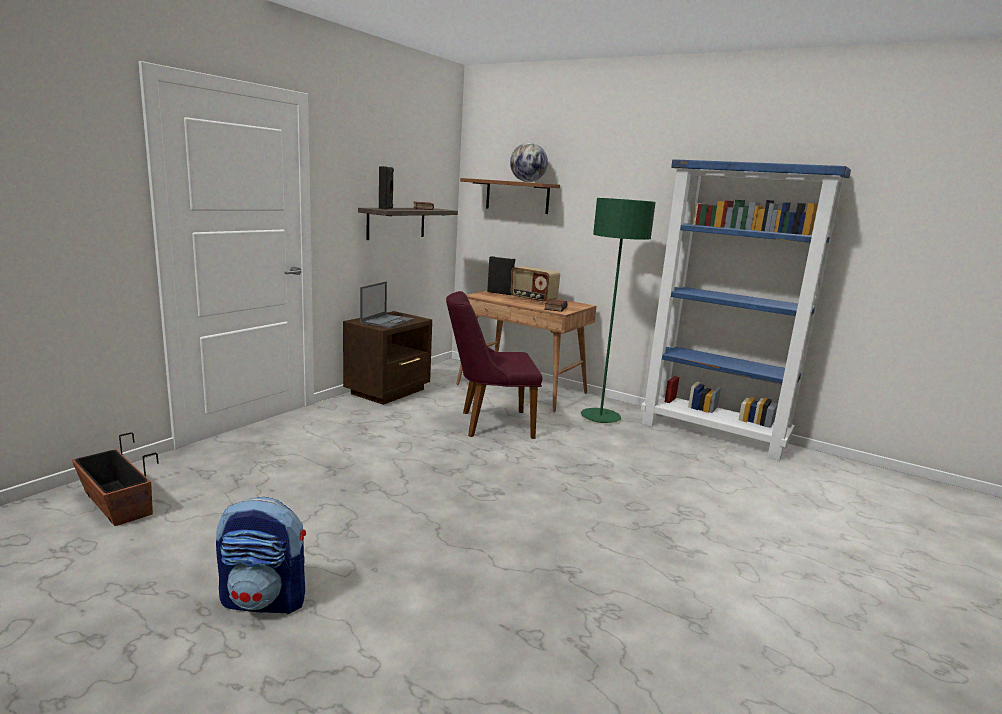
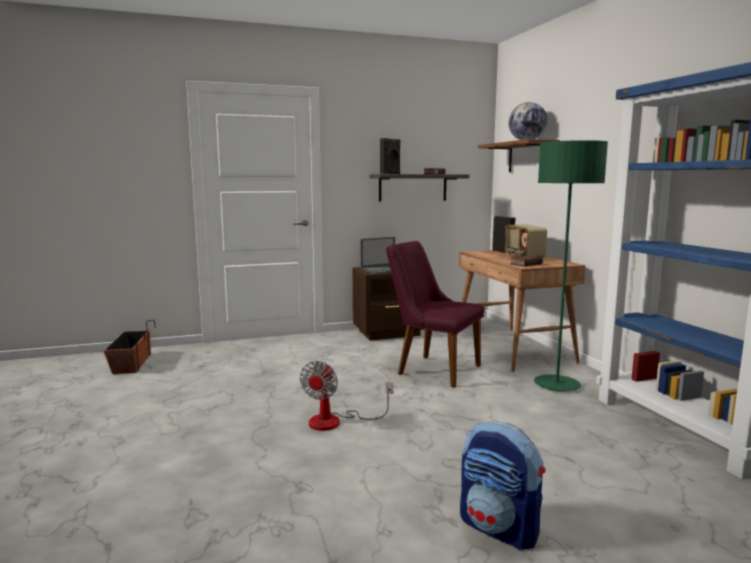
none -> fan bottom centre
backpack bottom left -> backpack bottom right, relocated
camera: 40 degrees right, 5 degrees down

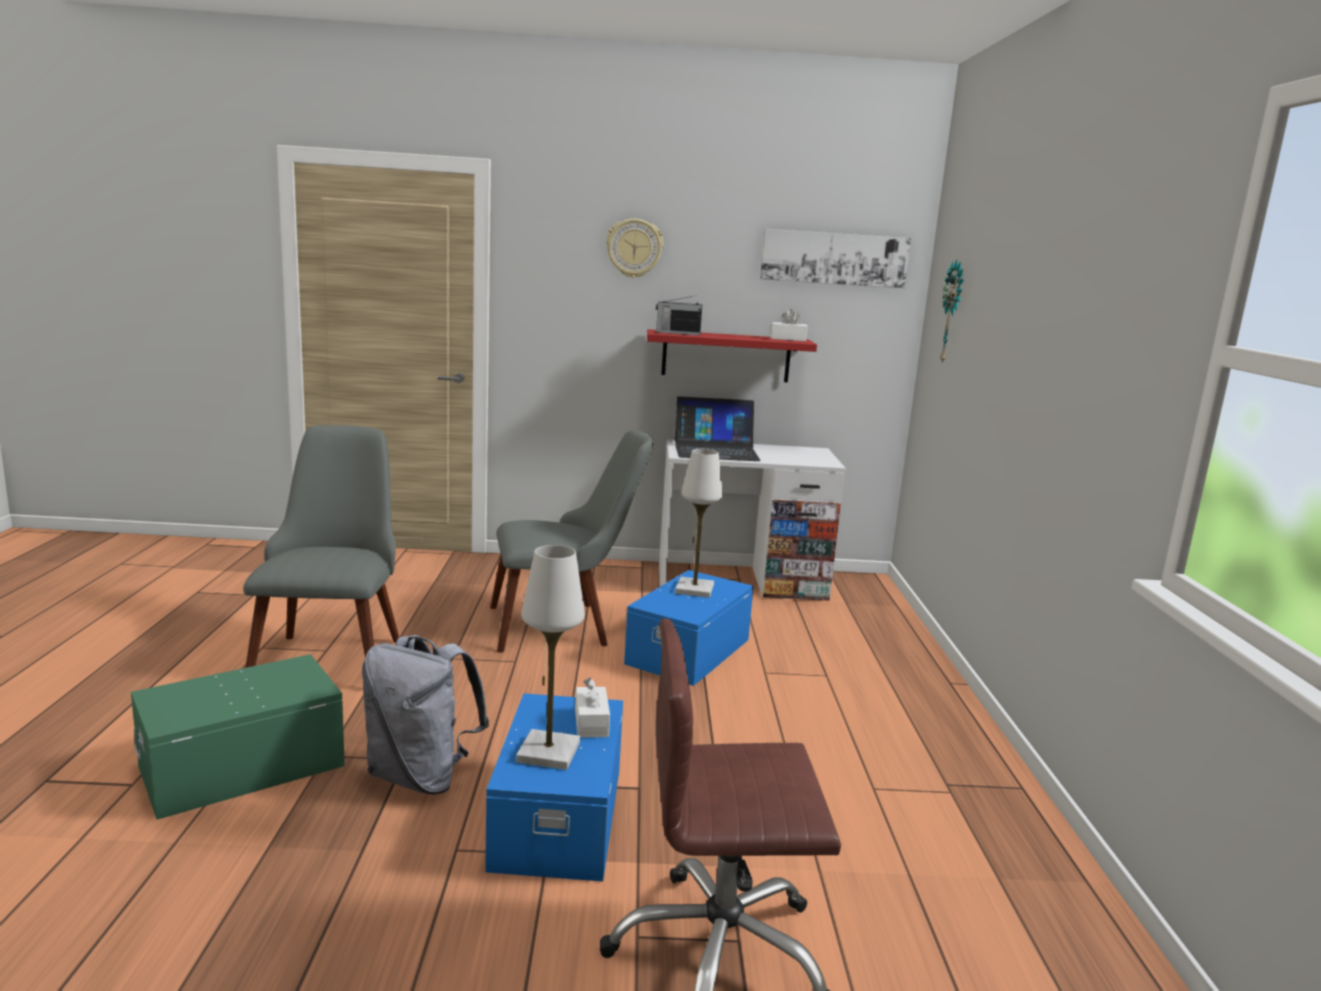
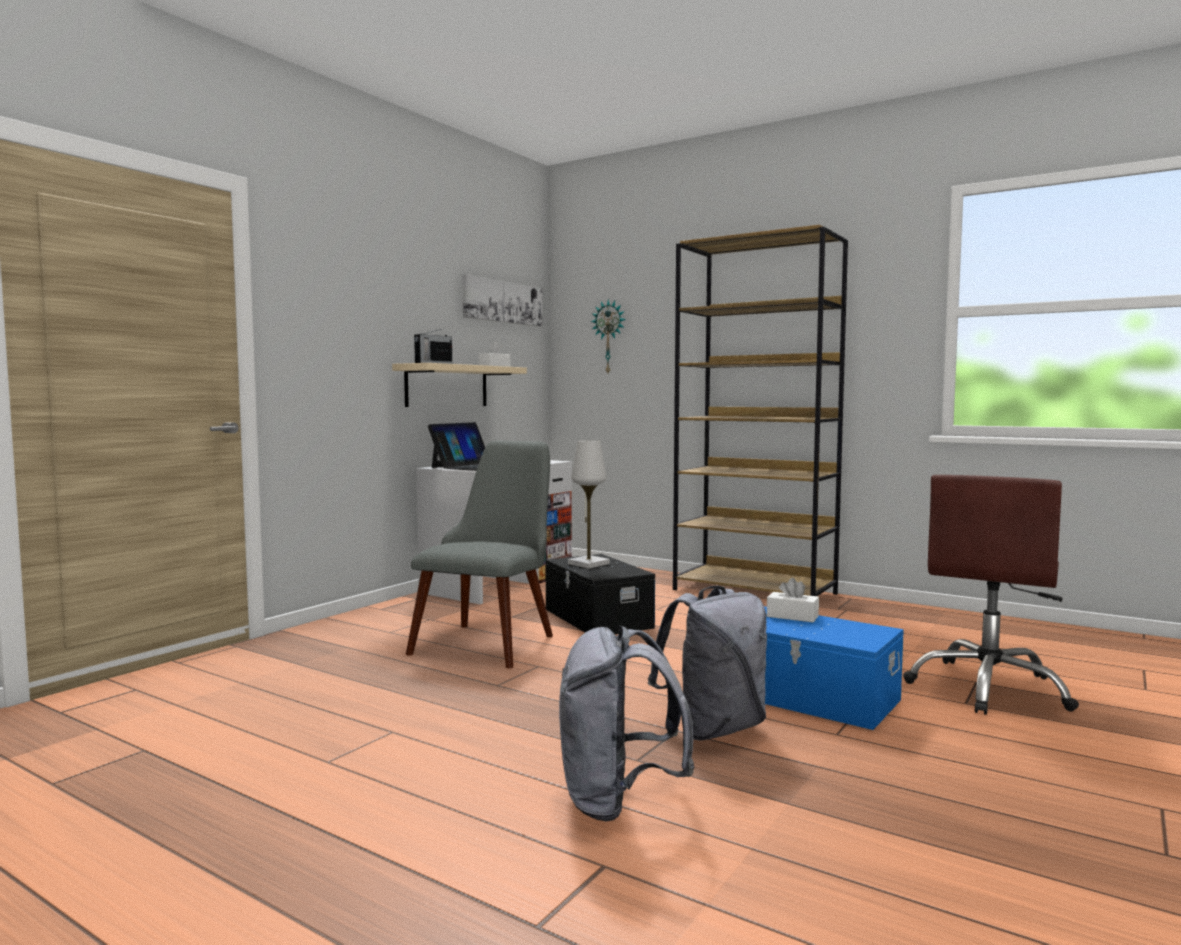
grey chair (no. 1 from left) middle left -> none
white table lamp (no. 1 from left) centre -> none
wall clock (no. 1 from left) top centre -> none
none -> brown bookcase centre
green storage box bottom left -> grey backpack (no. 1 from left) bottom centre
blue storage box (no. 2 from left) centre -> black storage box centre
red shelf centre -> beige shelf centre
camera: 55 degrees left, 10 degrees down

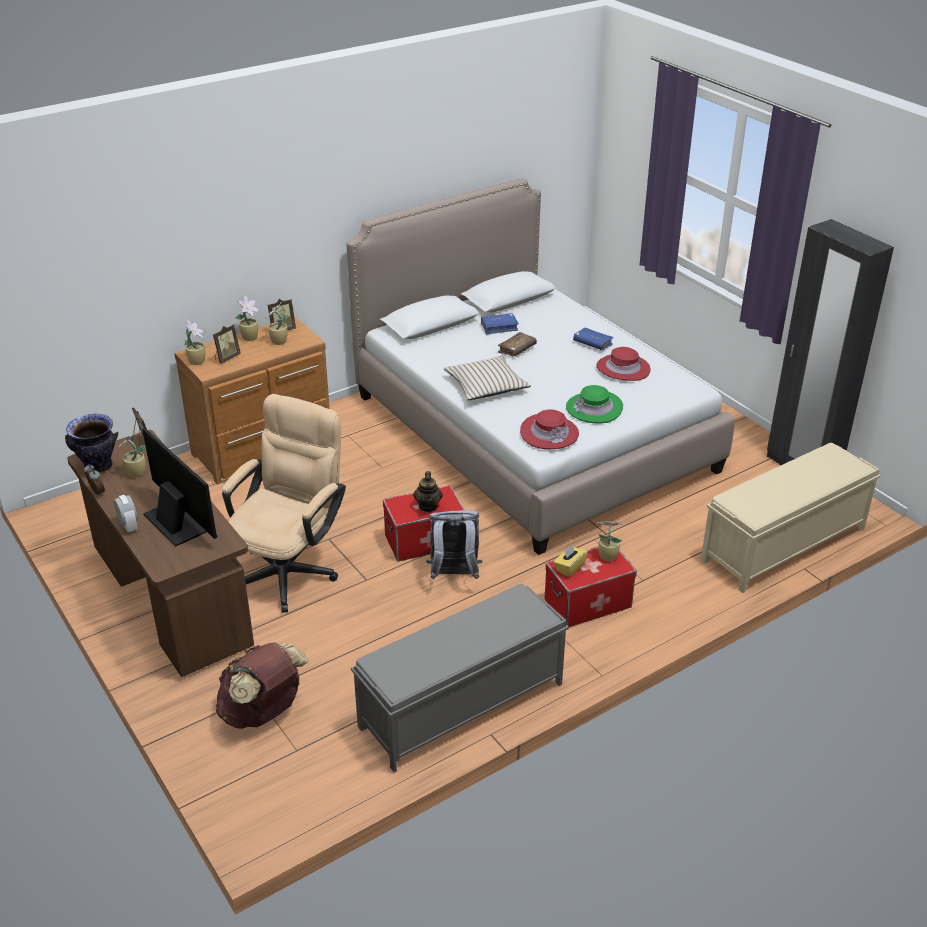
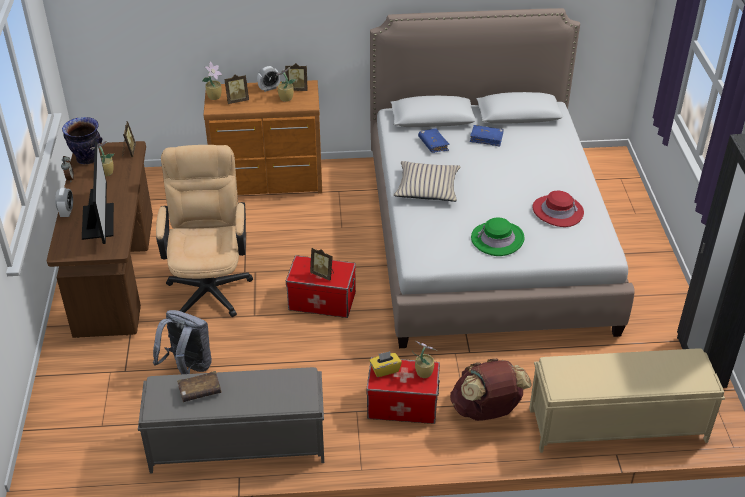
red hat (no. 1 from left) centre -> none
brown backpack bottom left -> brown backpack bottom centre, relocated
grey backpack centre -> grey backpack bottom left, relocated
brown book centre -> brown book bottom left, relocated
blue book (no. 2 from left in the first image) centre -> blue book (no. 1 from left) top centre, relocated
potted plant (no. 3 from left) middle left -> alarm clock (no. 3 from left) top centre
teapot centre -> picture frame (no. 4 from left) centre
beige office chair middle left, 60 degrees counterclockwise
camera: 30 degrees right, 5 degrees up

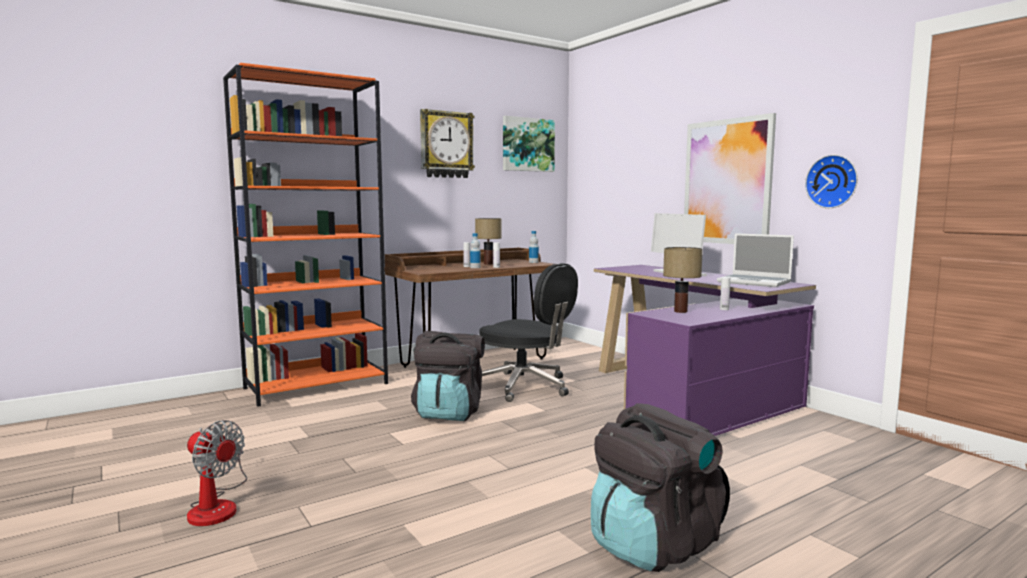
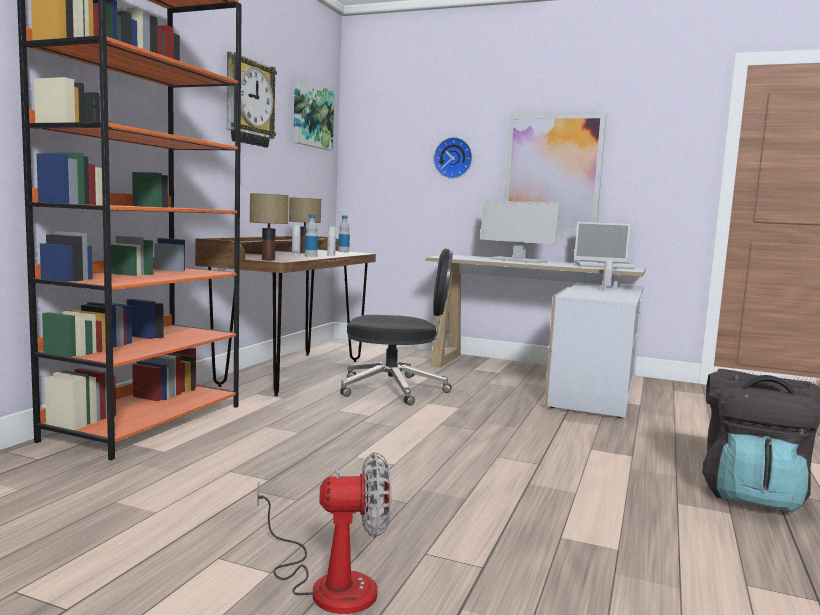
black backpack (no. 1 from left) centre -> none
table lamp (no. 2 from left in the first image) centre -> table lamp (no. 1 from left) middle left, relocated
wall clock (no. 2 from left) top right -> wall clock (no. 2 from left) top centre, relocated
purple desk middle right -> white desk centre
camera: 35 degrees left, 0 degrees up

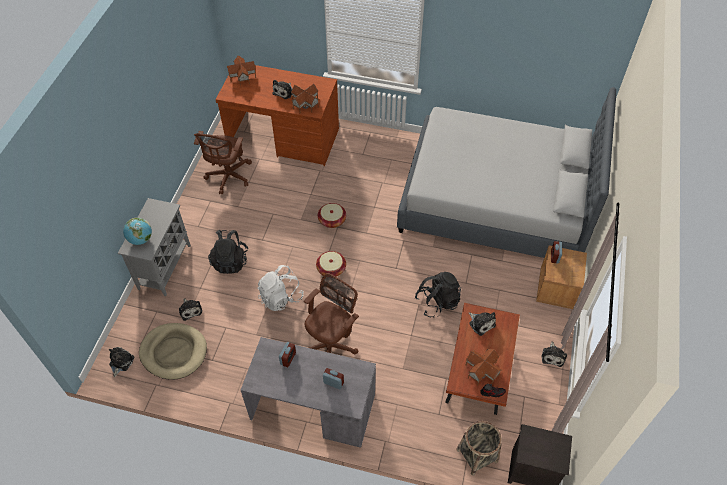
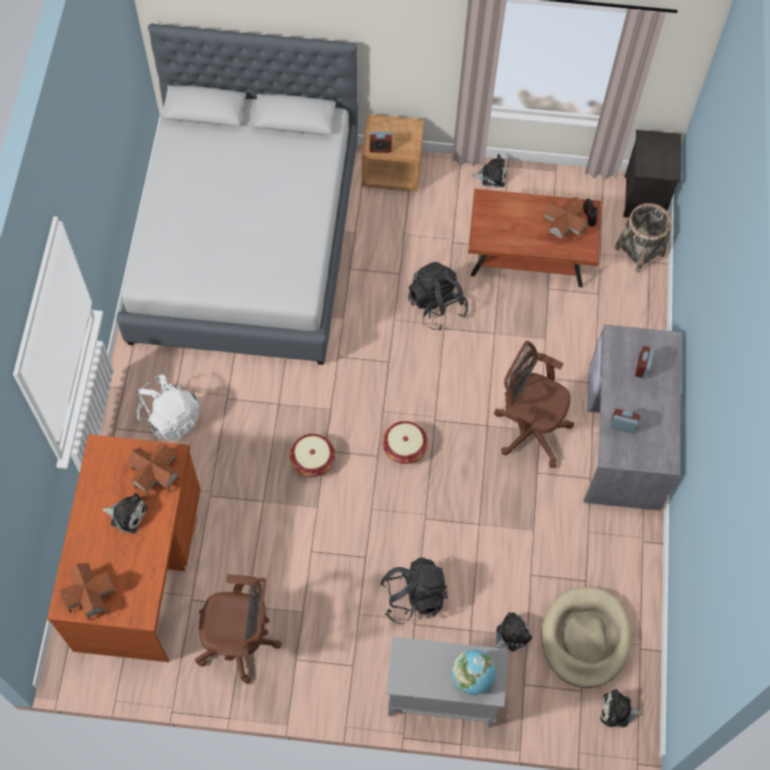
plush toy (no. 4 from left) bottom centre -> none
white backpack centre -> white backpack middle left, relocated
camera: 100 degrees left, 10 degrees up

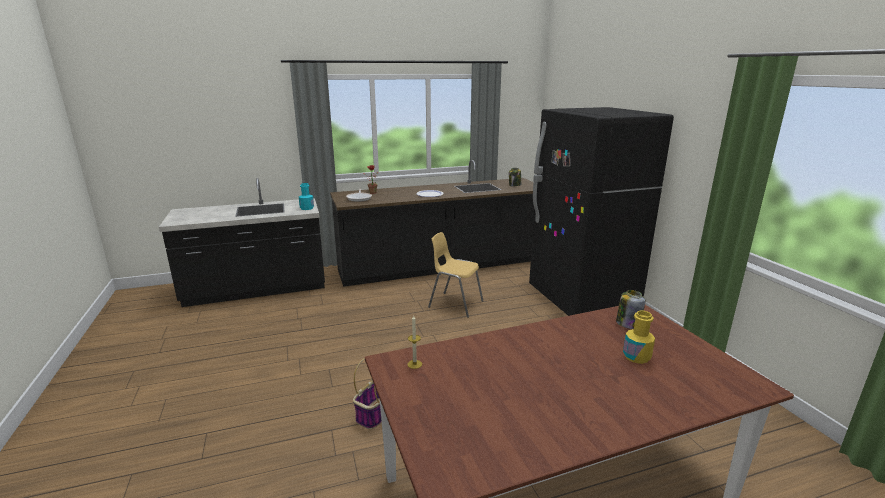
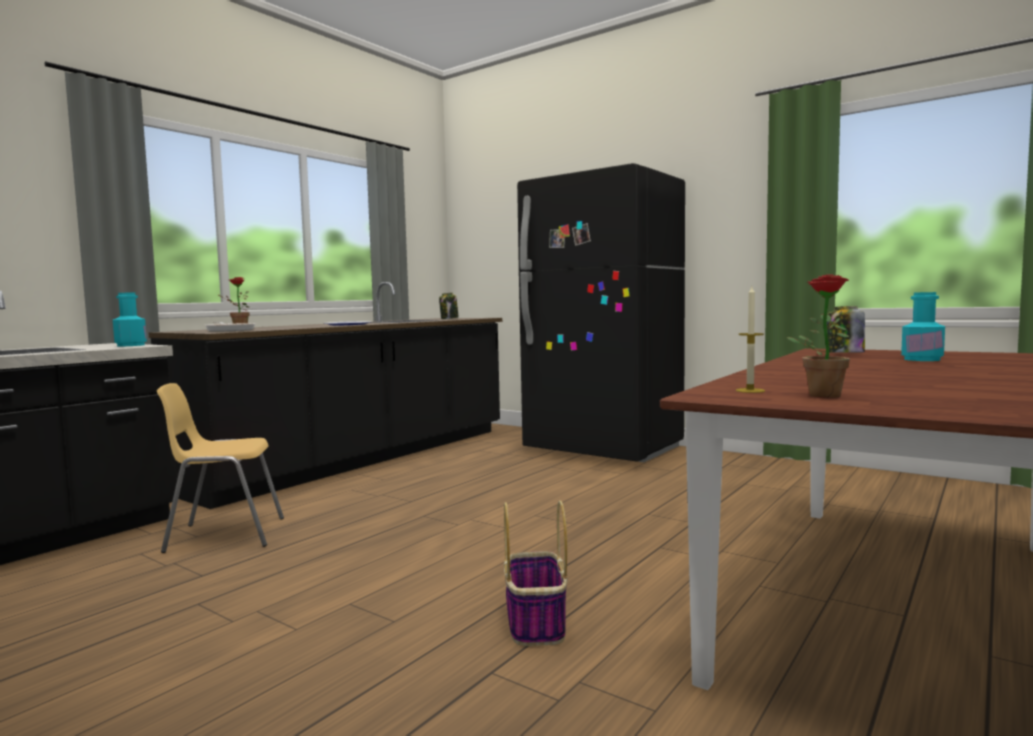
none -> potted plant (no. 2 from left) middle right
yellow chair centre -> yellow chair middle left, relocated
yellow bottle bottom right -> turquoise bottle (no. 2 from left) middle right
camera: 35 degrees left, 15 degrees down

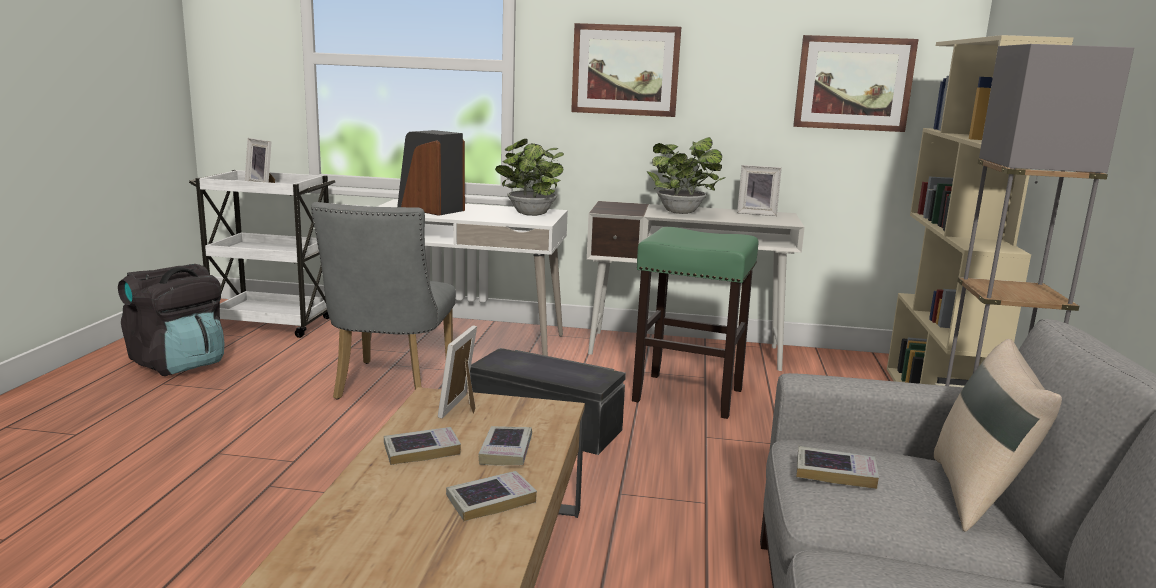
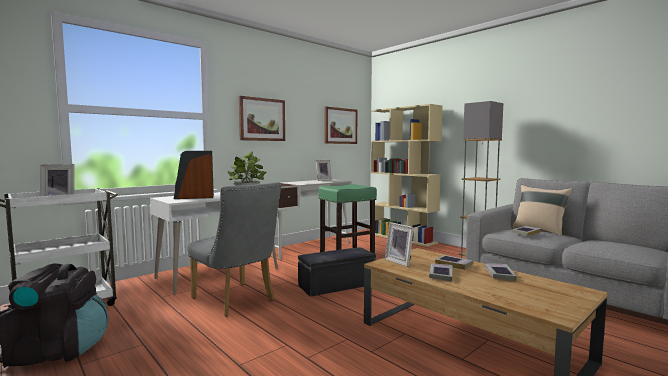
potted plant (no. 2 from left) top centre -> none
camera: 50 degrees left, 10 degrees down

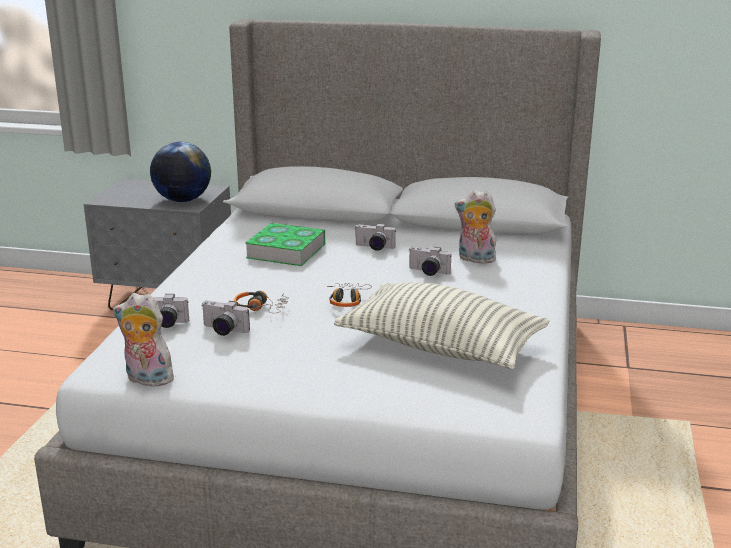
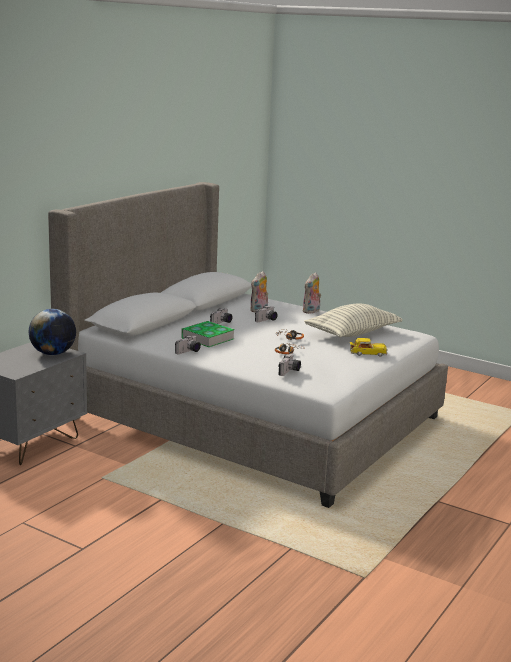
none -> toy car middle right
plush toy (no. 1 from left in the first image) middle left -> plush toy (no. 2 from left) centre, relocated
photo camera (no. 2 from left in the first image) middle left -> photo camera (no. 1 from left) centre, relocated
camera: 70 degrees left, 5 degrees down

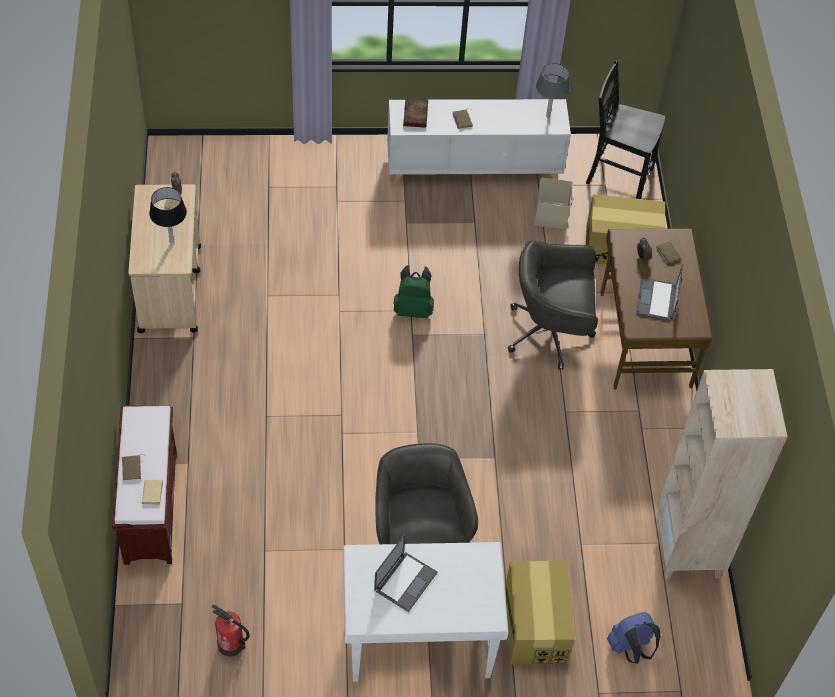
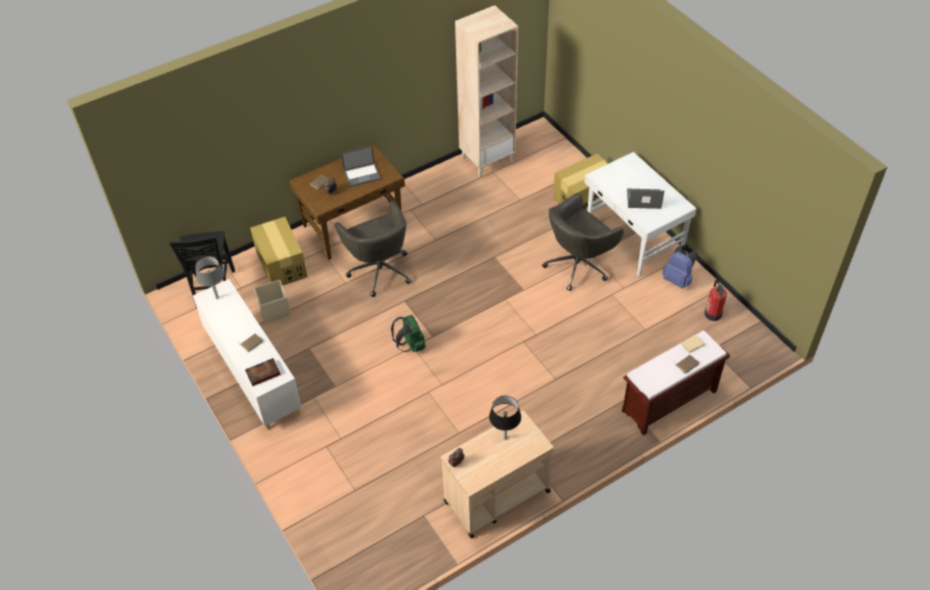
blue backpack bottom right -> blue backpack middle right, relocated
camera: 115 degrees left, 5 degrees down

